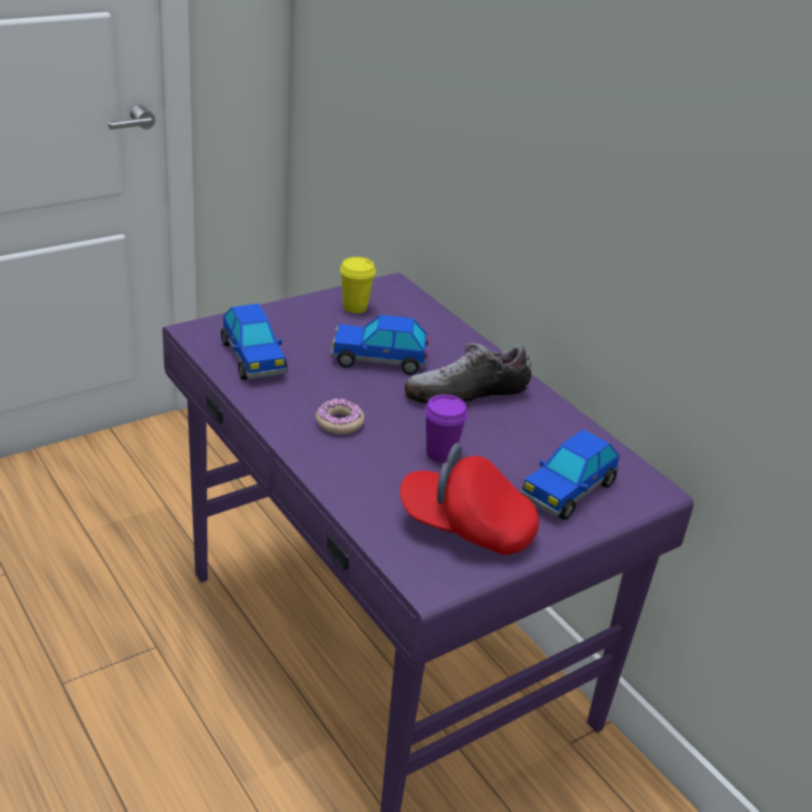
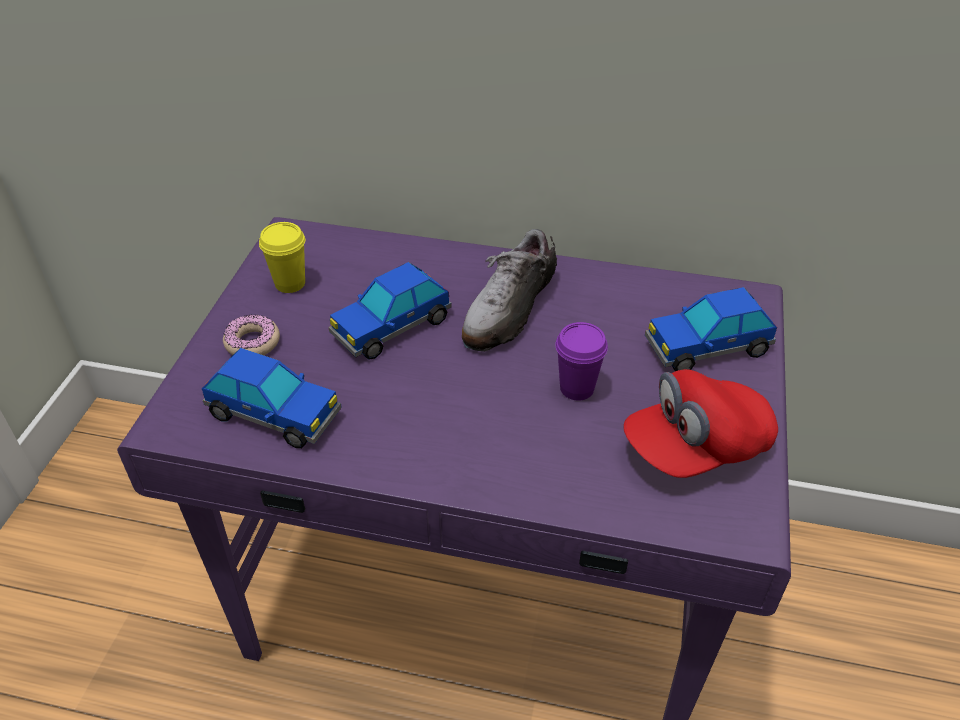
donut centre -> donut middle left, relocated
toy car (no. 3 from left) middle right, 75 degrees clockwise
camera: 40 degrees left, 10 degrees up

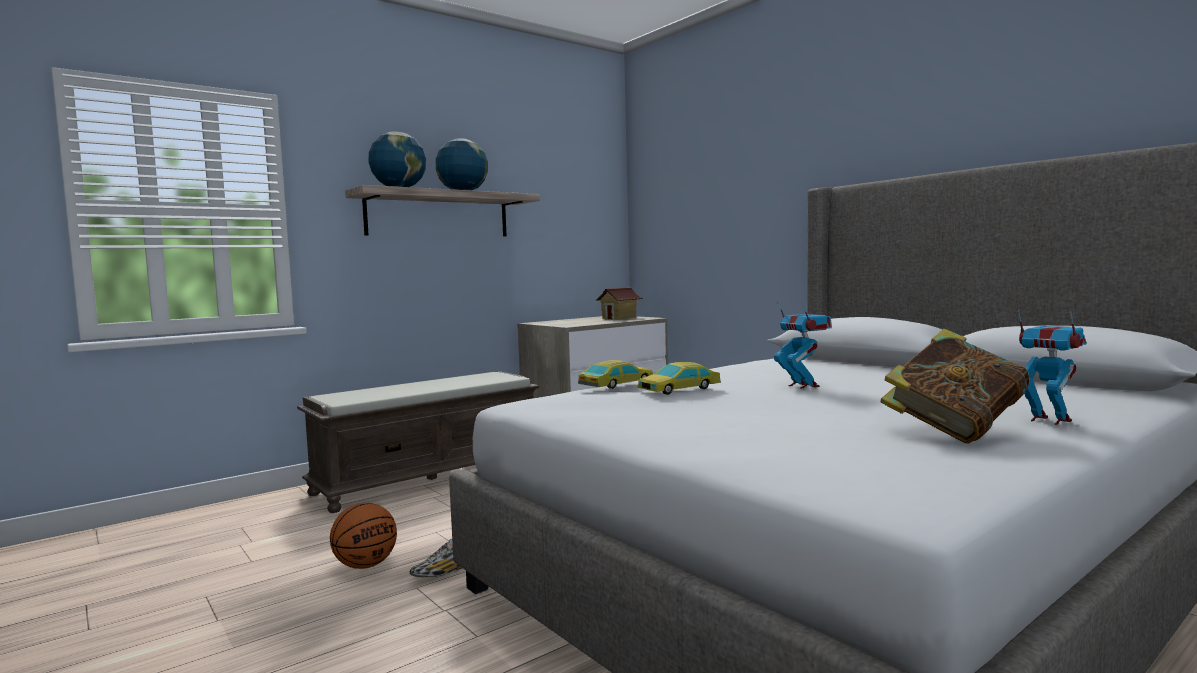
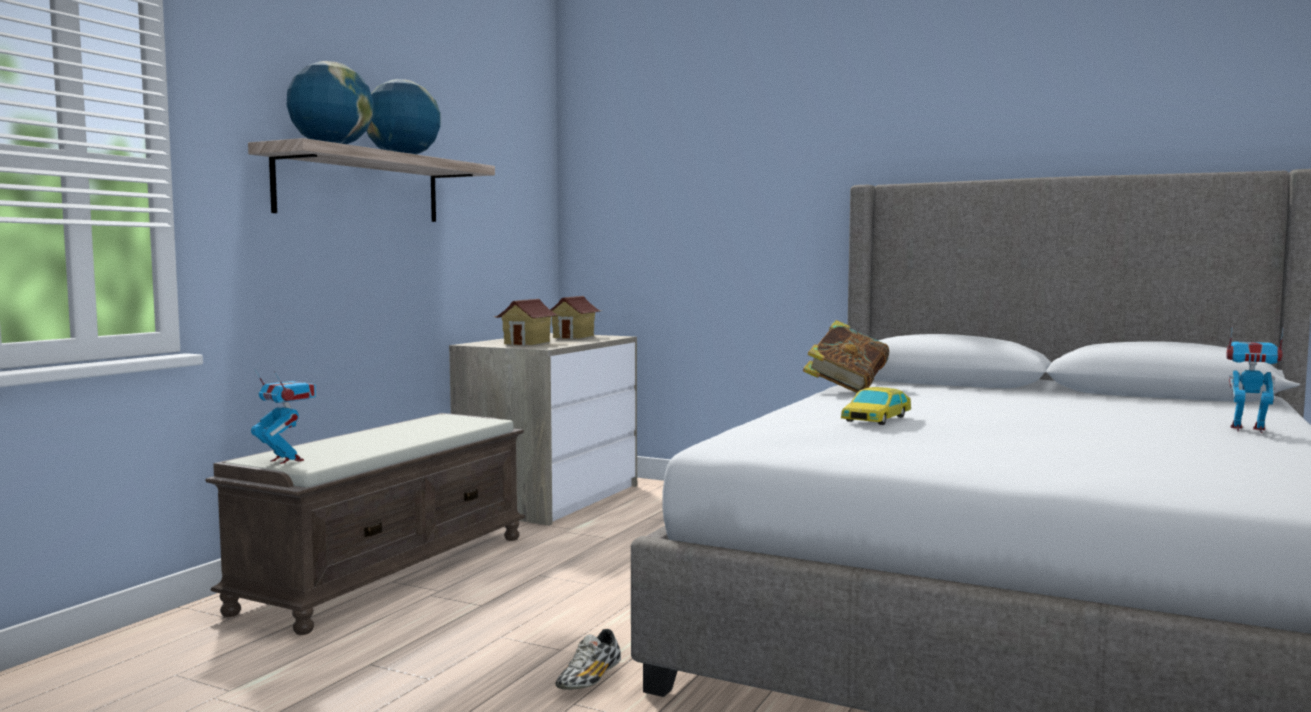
basketball bottom left -> none
toy car (no. 1 from left) centre -> none
none -> toy house (no. 1 from left) centre
toy robot (no. 1 from left) middle right -> toy robot (no. 1 from left) middle left, relocated
book middle right -> book centre, relocated
camera: 25 degrees left, 0 degrees up

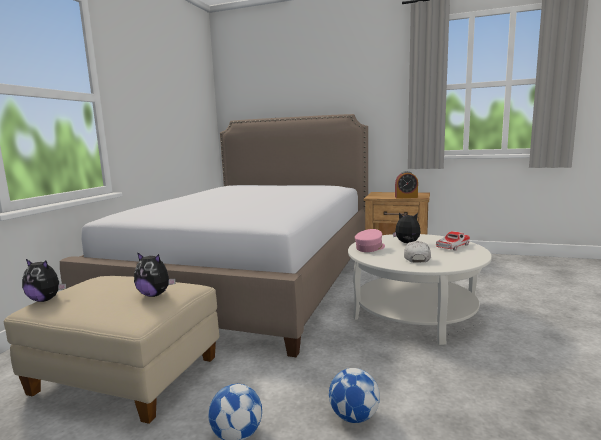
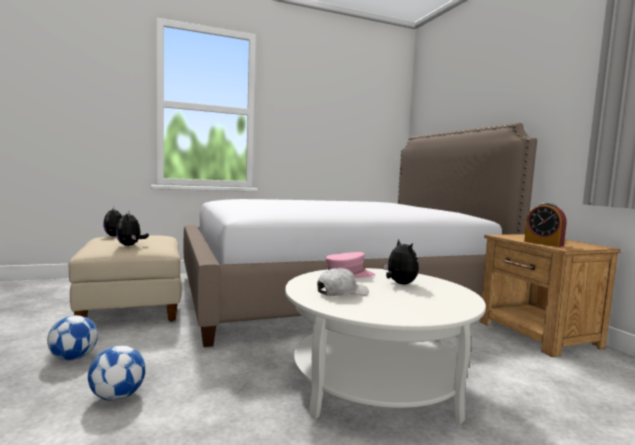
toy car middle right -> none
camera: 50 degrees right, 5 degrees down

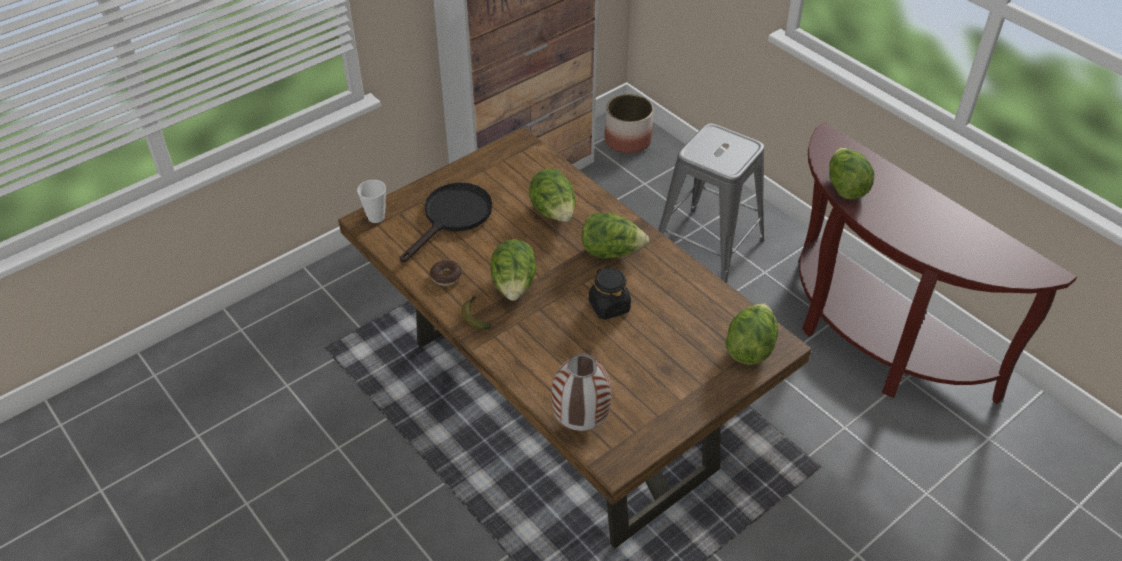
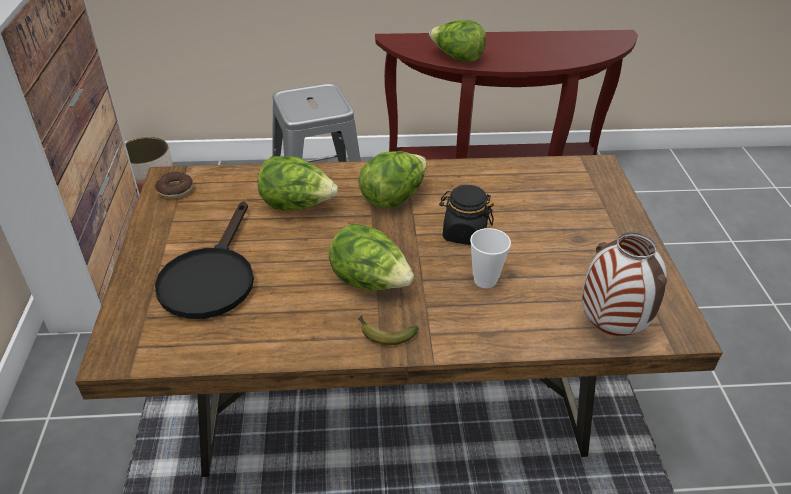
lettuce (no. 4 from left) middle right -> none
cup middle left -> cup centre, relocated
donut centre -> donut middle left, relocated
black frying pan centre -> black frying pan middle left, 150 degrees counterclockwise
camera: 55 degrees left, 5 degrees down

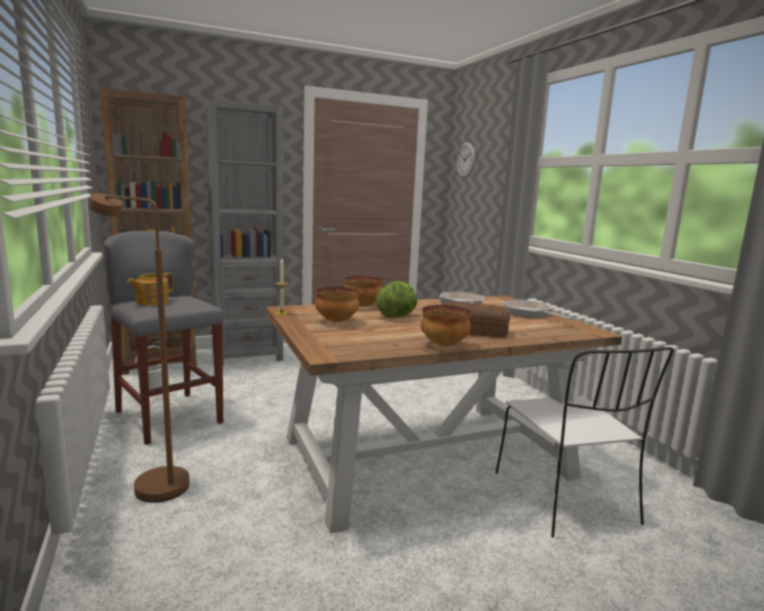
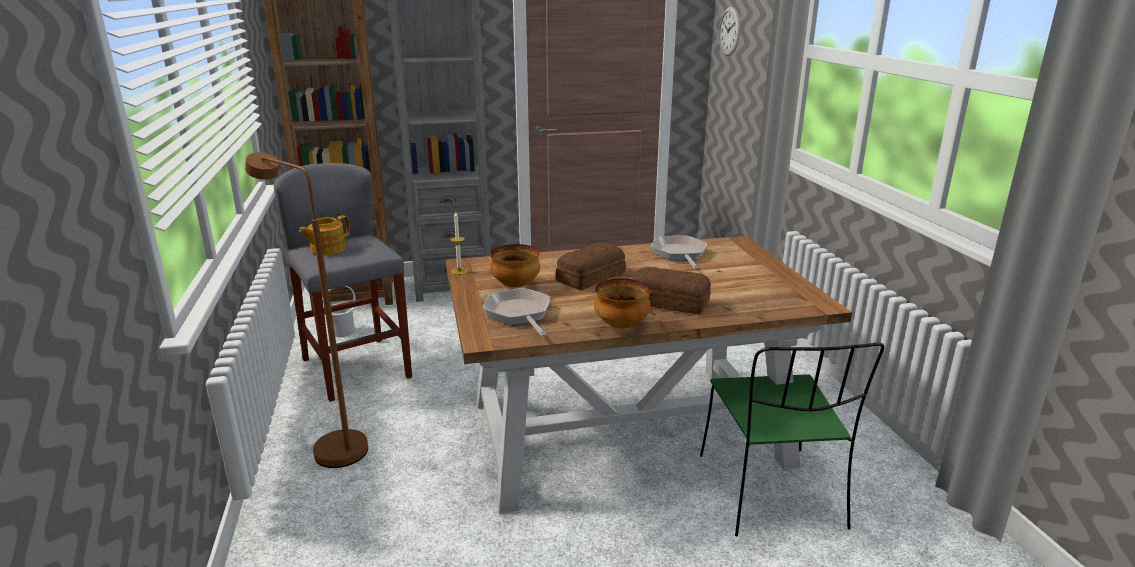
bowl (no. 2 from left) centre -> none
frying pan (no. 2 from left in the first image) middle right -> frying pan (no. 1 from left) centre, relocated
lettuce centre -> bread (no. 1 from left) centre
white chair bottom right -> green chair bottom right
camera: 10 degrees right, 10 degrees up

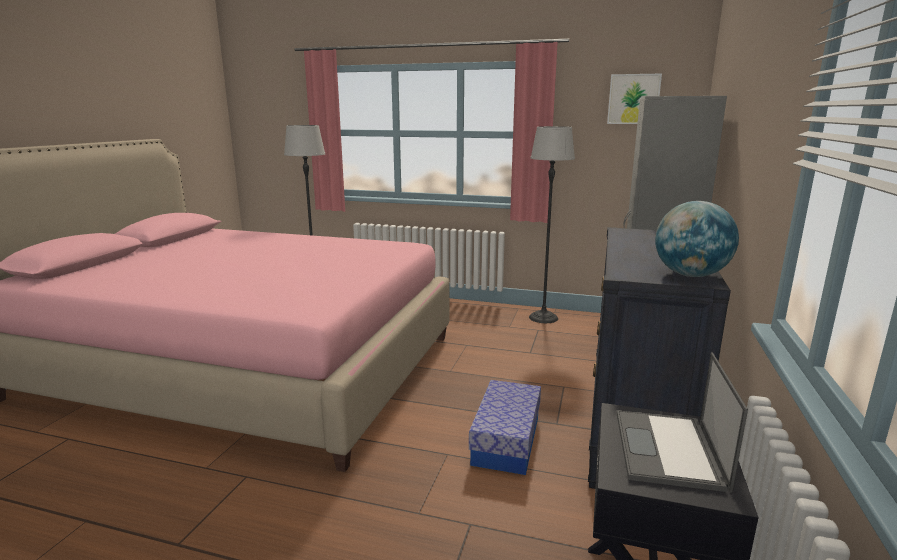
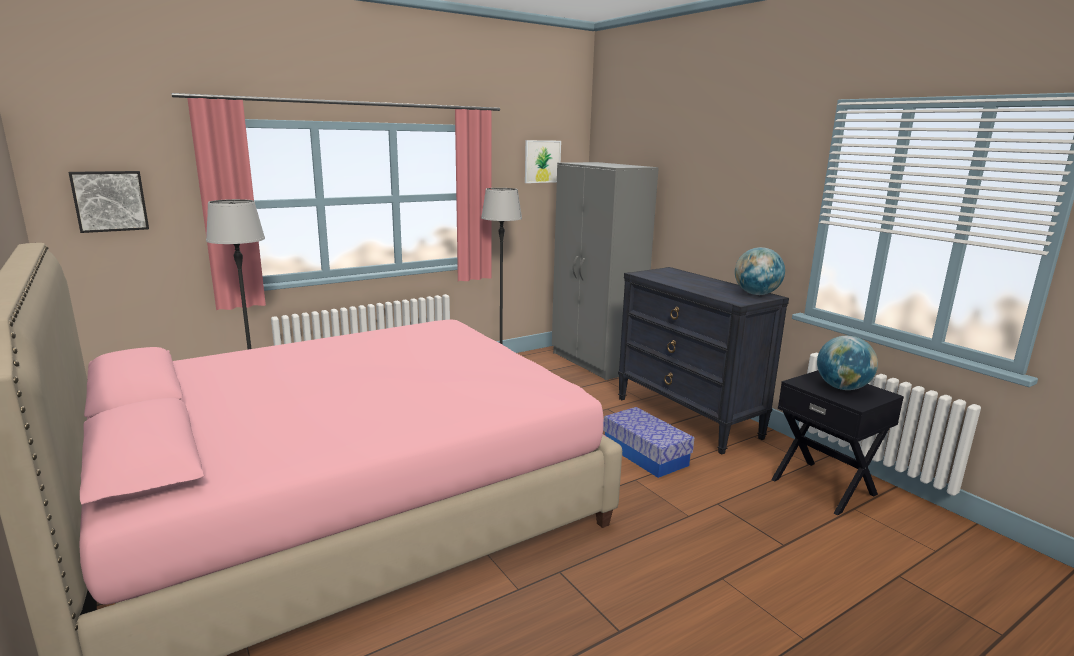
none -> picture (no. 1 from left) top left
laptop bottom right -> globe (no. 2 from left) middle right
camera: 50 degrees left, 0 degrees up

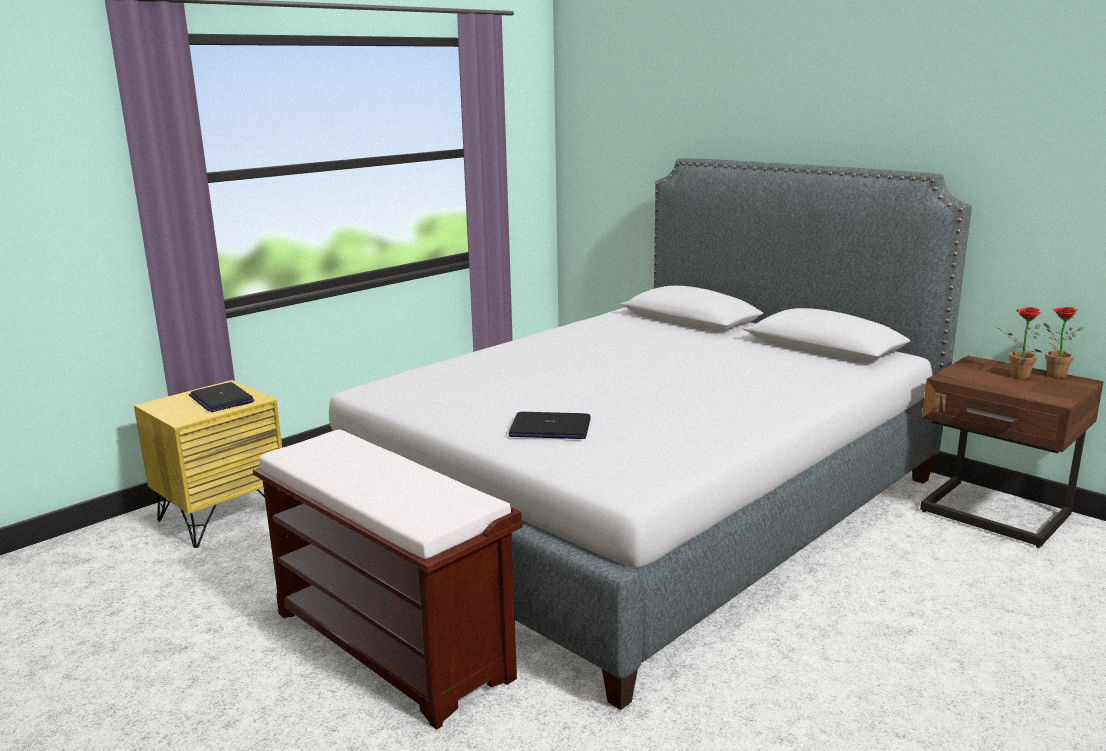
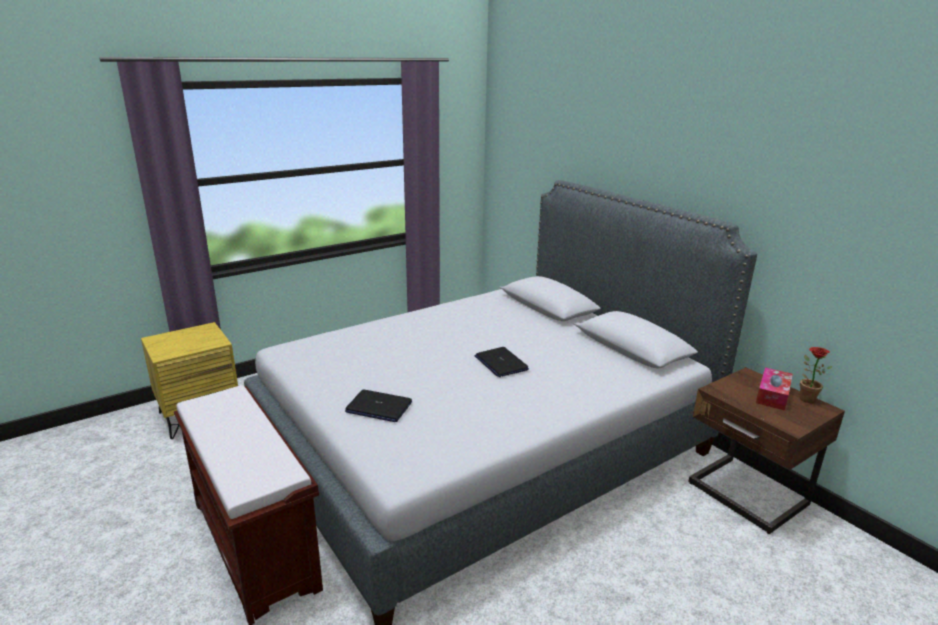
laptop (no. 1 from left in the first image) middle left -> laptop (no. 2 from left) centre, relocated
potted plant (no. 1 from left) middle right -> tissue box middle right
camera: 10 degrees right, 5 degrees up

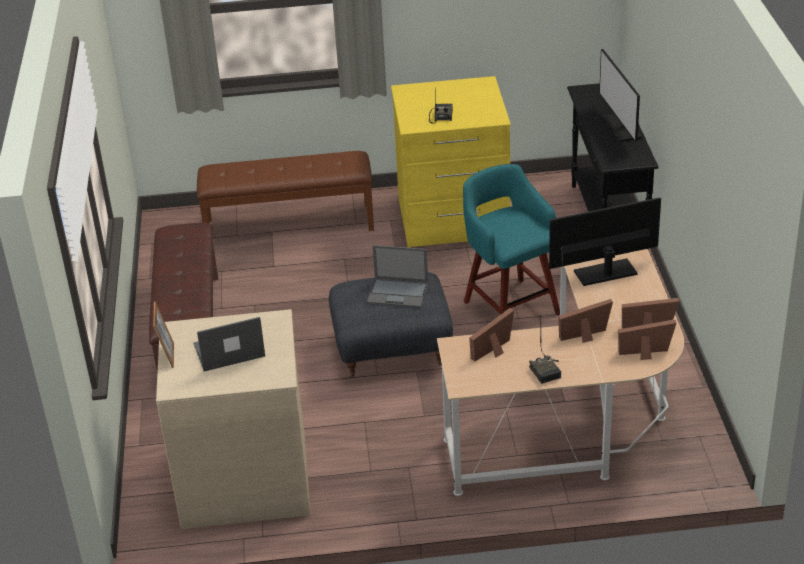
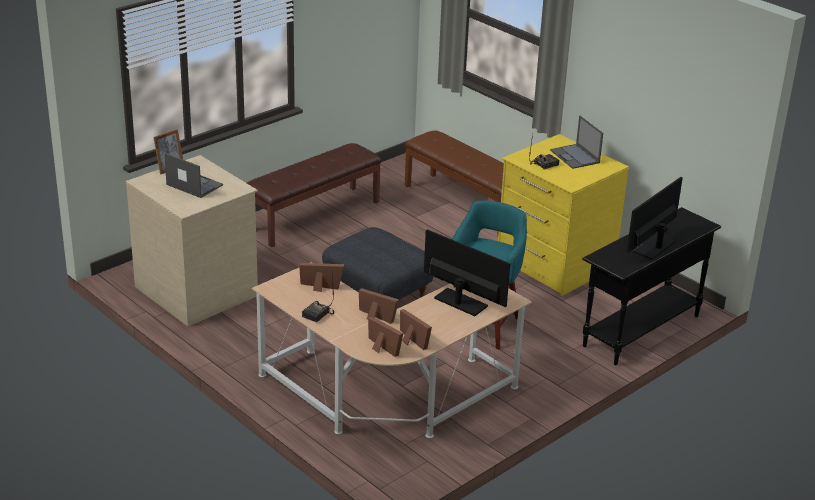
laptop (no. 2 from left) centre -> laptop (no. 2 from left) top right, relocated
camera: 50 degrees right, 5 degrees down

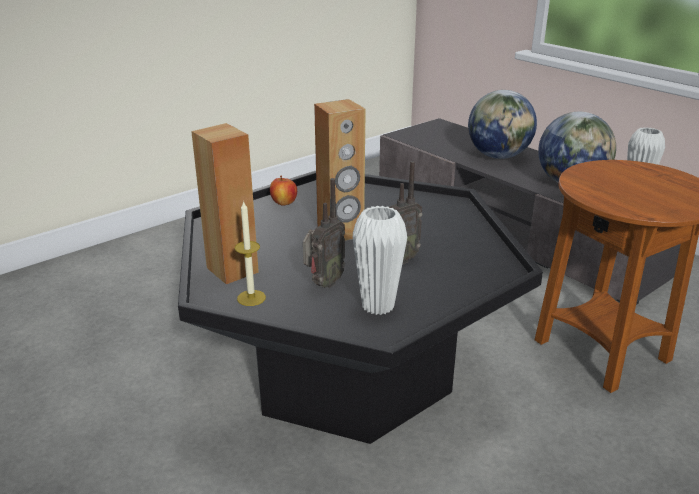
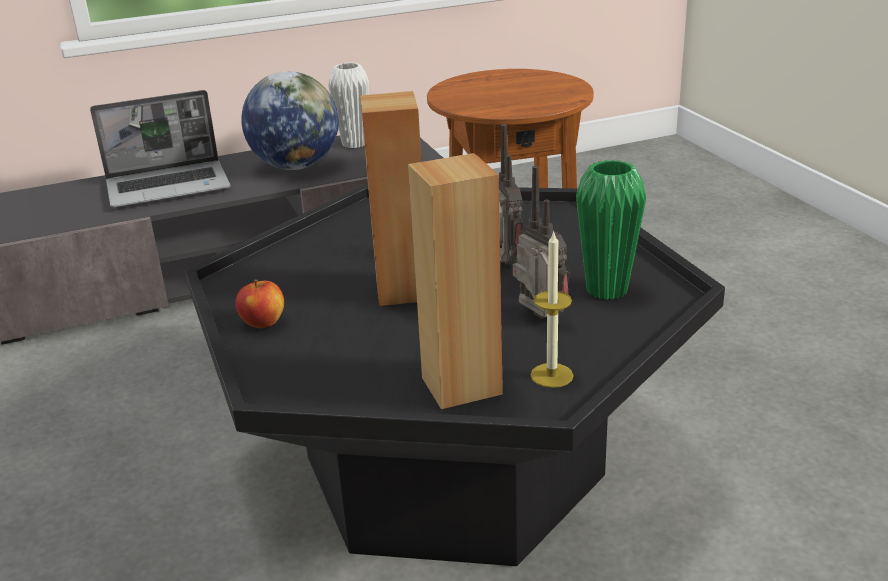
globe (no. 1 from left) top right -> laptop top left
white vase (no. 1 from left) centre -> green vase middle right
camera: 70 degrees left, 0 degrees up

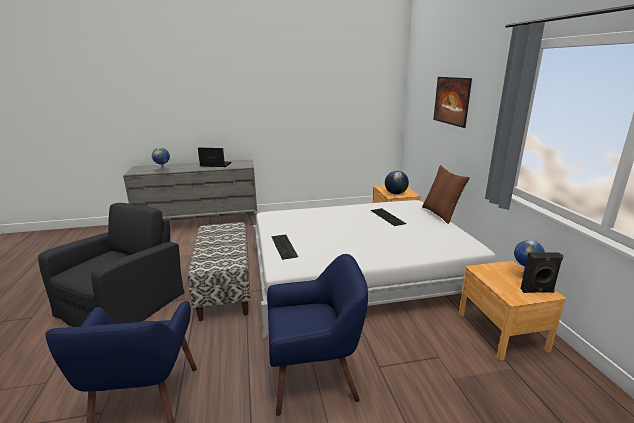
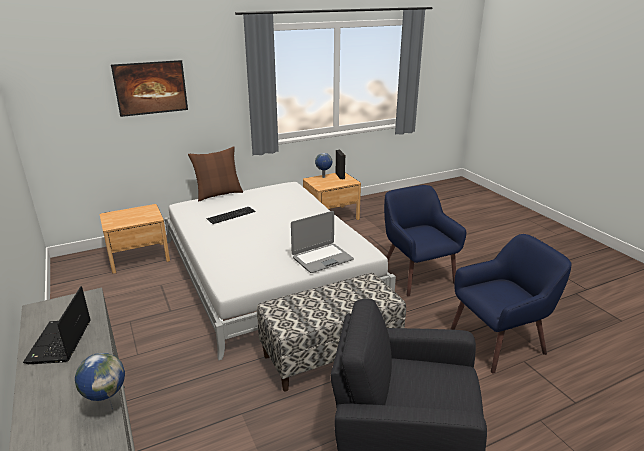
globe (no. 2 from left) centre -> none
keyboard (no. 1 from left) centre -> laptop (no. 2 from left) centre
camera: 105 degrees left, 5 degrees up

